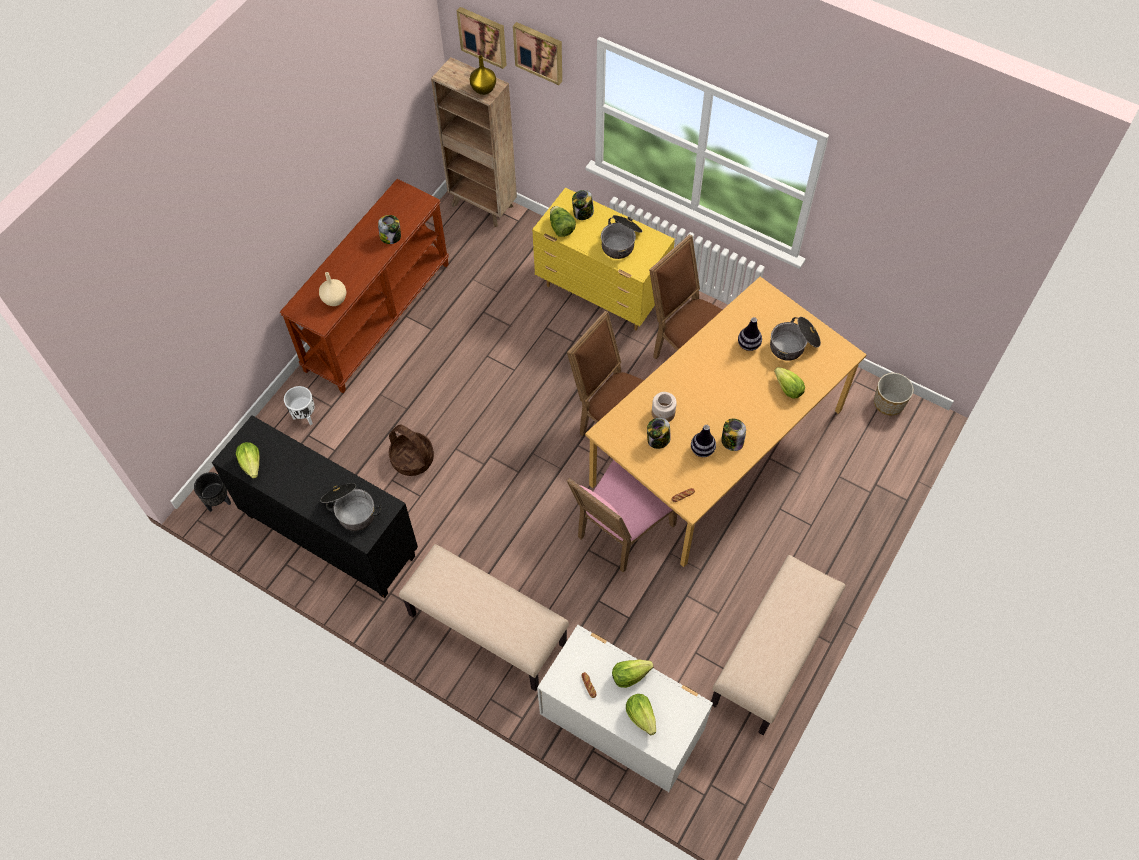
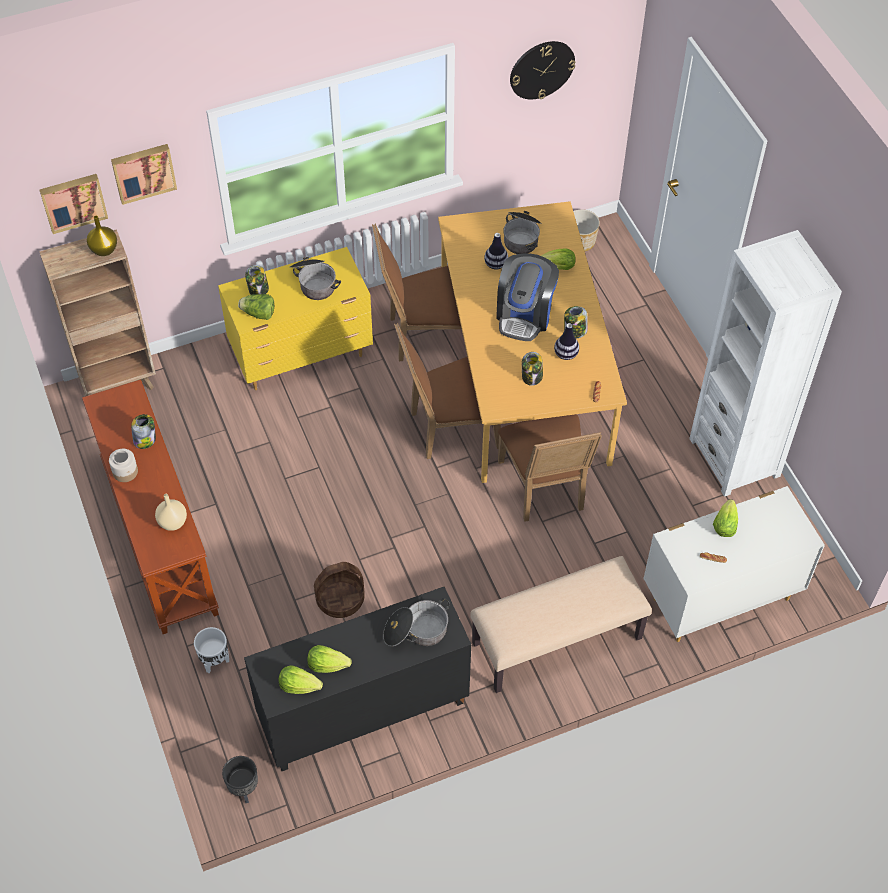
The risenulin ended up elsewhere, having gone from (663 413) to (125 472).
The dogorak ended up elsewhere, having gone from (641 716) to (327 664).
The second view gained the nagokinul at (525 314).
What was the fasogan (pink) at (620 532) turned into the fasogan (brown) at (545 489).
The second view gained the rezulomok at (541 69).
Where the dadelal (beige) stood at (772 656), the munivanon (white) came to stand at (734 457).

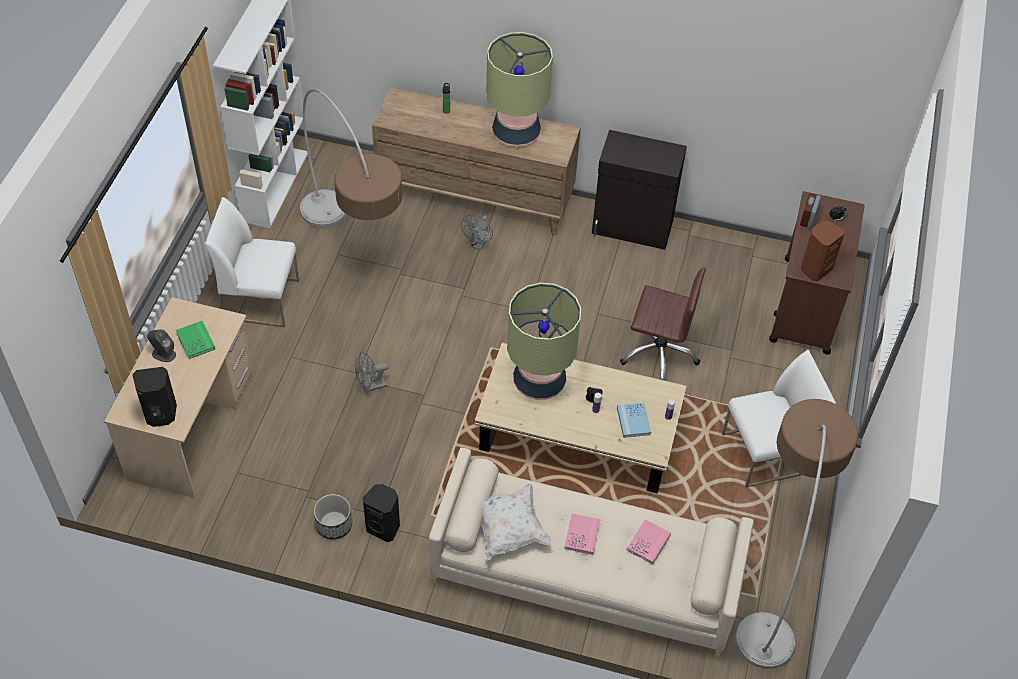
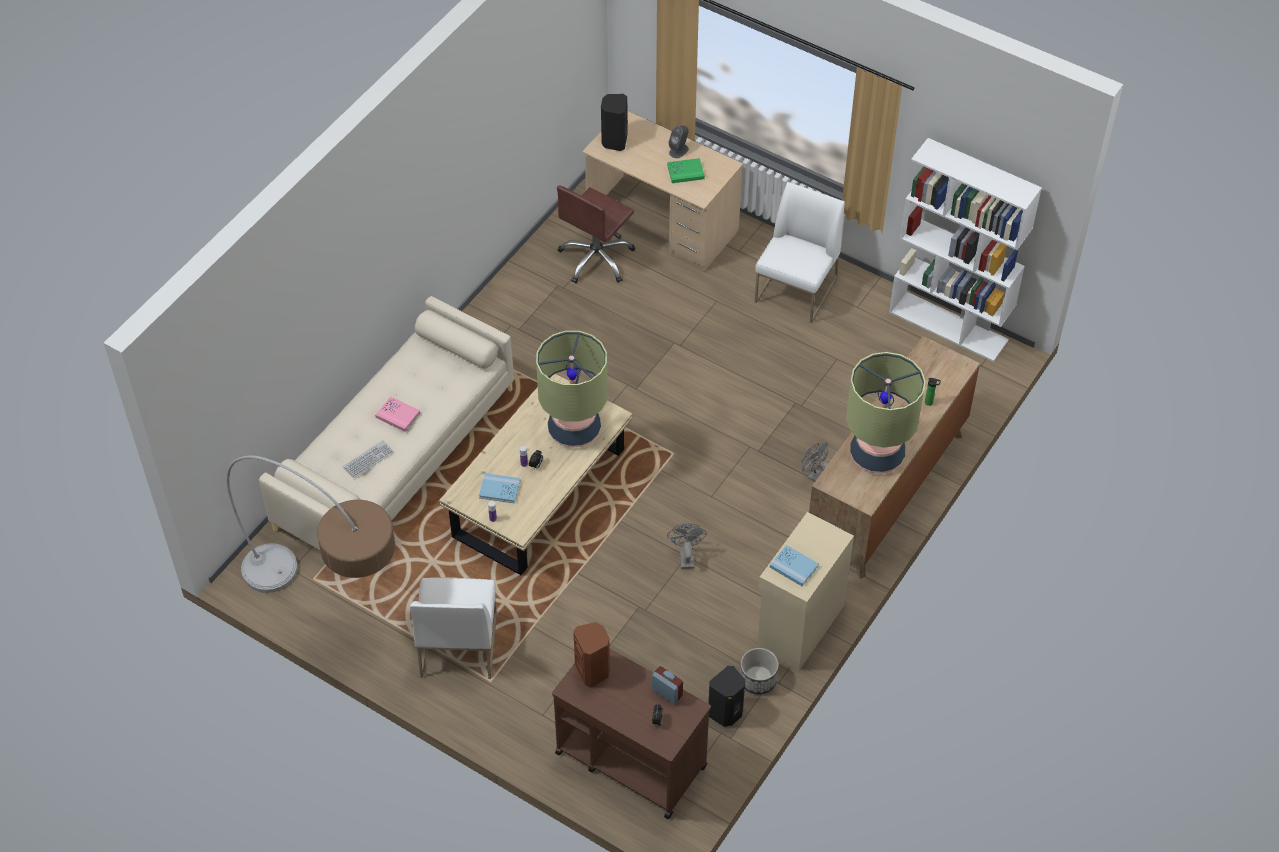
Where the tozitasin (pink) stood at (648 542), the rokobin came to stand at (368 460).
The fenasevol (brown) ended up elsewhere, having gone from (659 353) to (596 259).
The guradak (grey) ended up elsewhere, having gone from (371 386) to (686 556).
The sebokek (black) ended up elsewhere, having gone from (384 527) to (726 713).
The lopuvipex ended up elsewhere, having gone from (334 525) to (757 679).
What was the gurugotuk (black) at (632 228) turned into the gurugotuk (beige) at (798 626).
The second view gained the tozitasin (blue) at (793 567).
The second view lost the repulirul at (353 253).
The second view lost the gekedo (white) at (508 529).

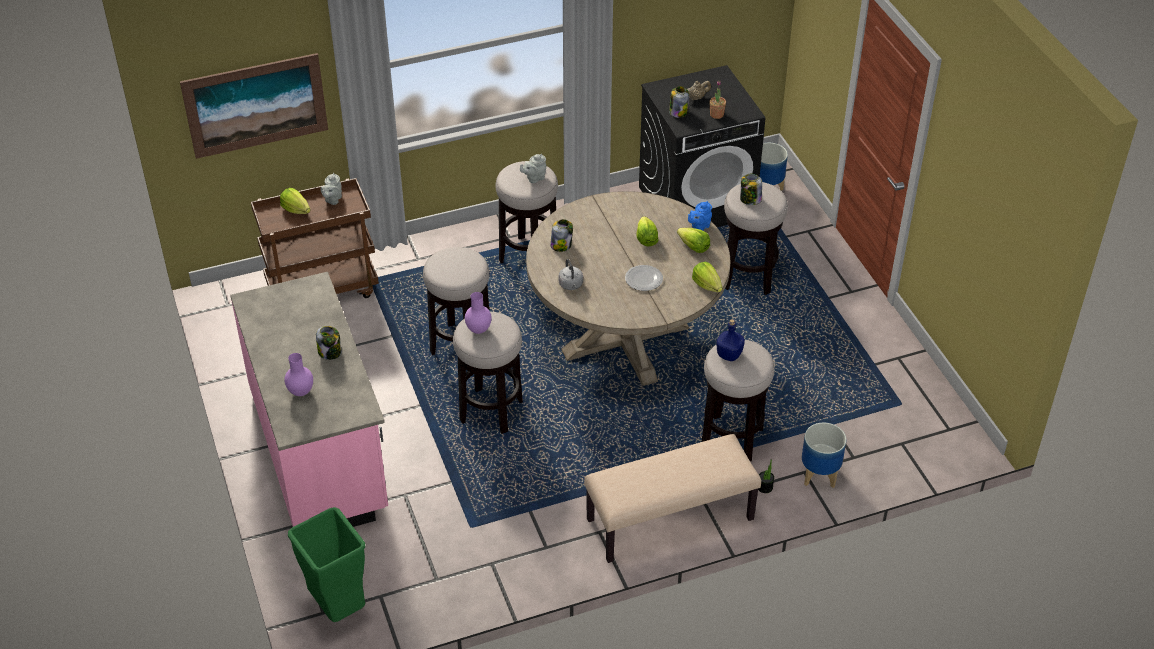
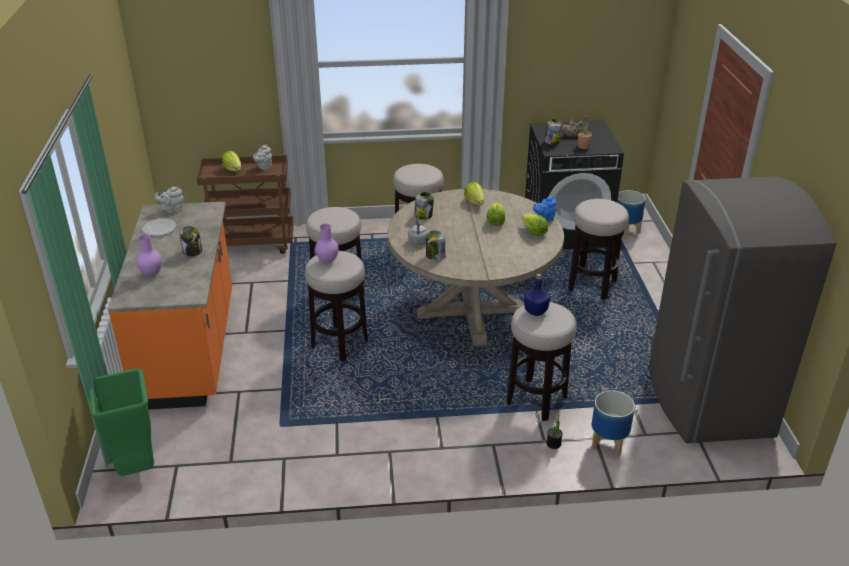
What was the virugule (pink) at (320 451) turned into the virugule (orange) at (190 348).
The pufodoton ended up elsewhere, having gone from (643 279) to (159 229).
The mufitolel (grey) ended up elsewhere, having gone from (534 178) to (173 210).
The risenulin ended up elsewhere, having gone from (750 199) to (435 256).
The dogorak ended up elsewhere, having gone from (707 285) to (475 202).
The second view gained the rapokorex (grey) at (707 402).
The second view lost the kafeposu at (255 105).
The second view lost the dadelal (beige) at (670 520).

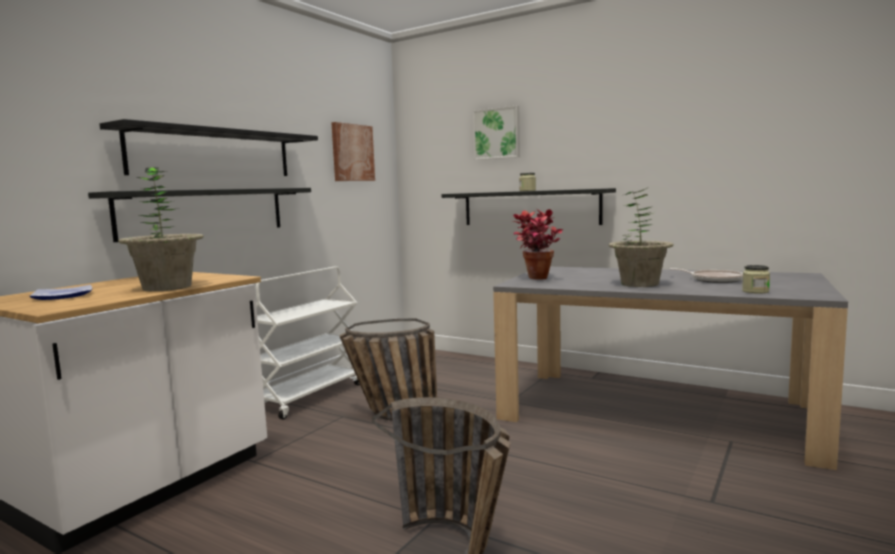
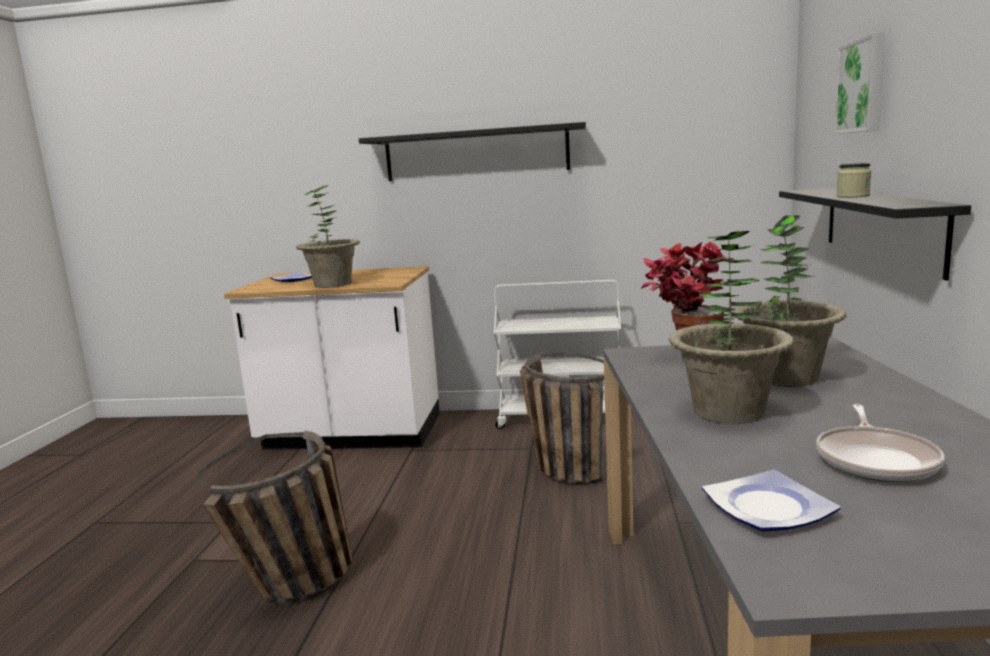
Where the risenulin stood at (755 291), the pufodoton came to stand at (768 507).
The second view gained the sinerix at (785 377).
The second view lost the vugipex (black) at (205 212).
The second view lost the kafeposu at (352 153).

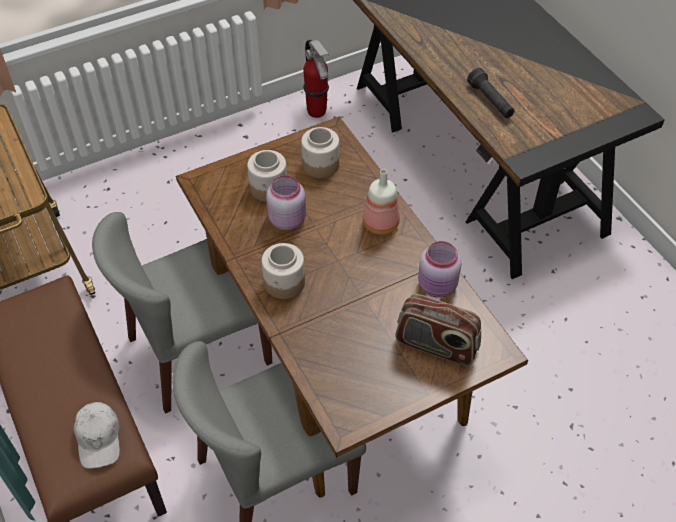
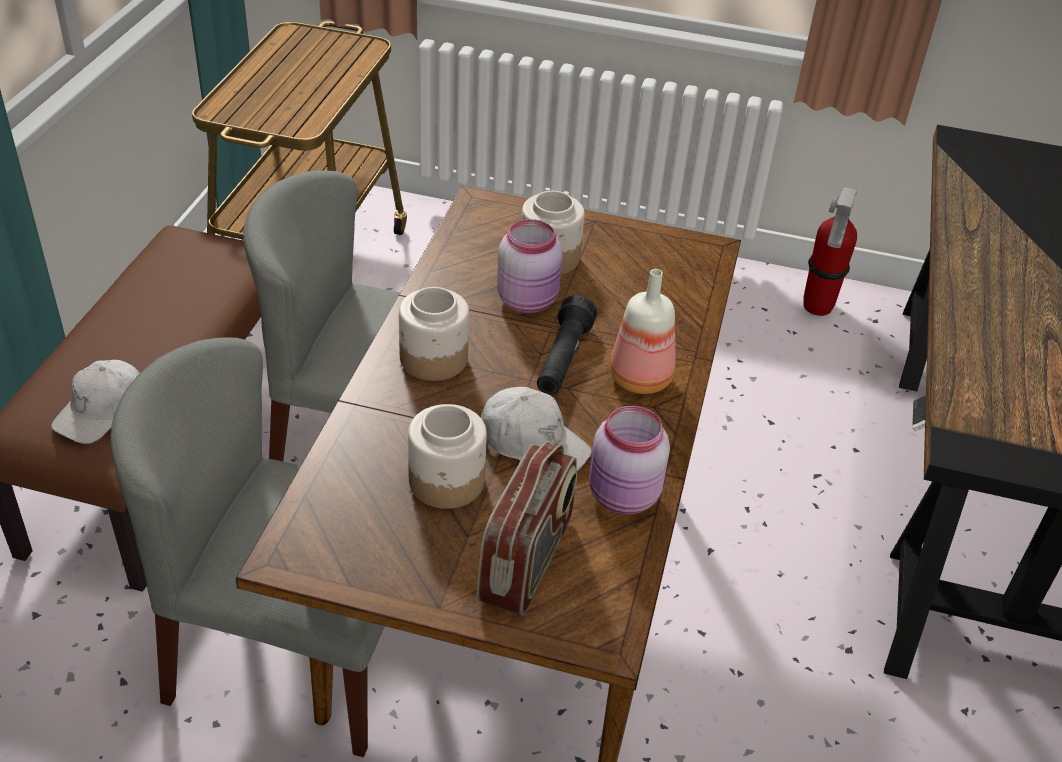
The risenulin ended up elsewhere, having gone from (321 165) to (447 482).
The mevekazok at (436 345) ended up facing another way, 135 degrees counterclockwise from before.
The second view gained the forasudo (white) at (533 444).
The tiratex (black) ended up elsewhere, having gone from (490 101) to (563 360).

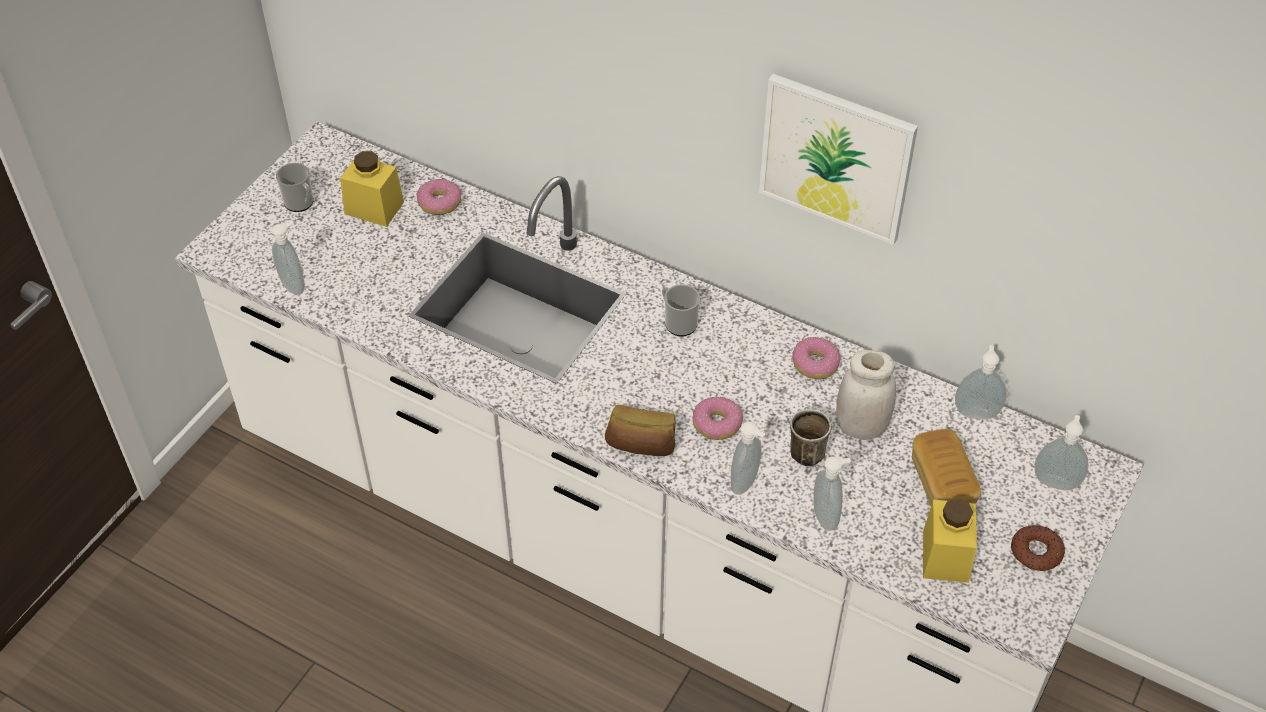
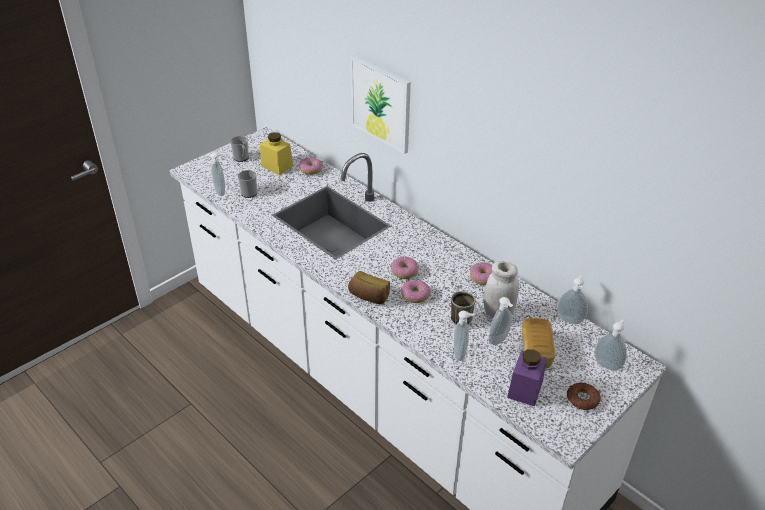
The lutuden ended up elsewhere, having gone from (678 322) to (248 192).
The kafeposu ended up elsewhere, having gone from (836 158) to (381 103).
The second view gained the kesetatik at (404 271).
The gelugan ended up elsewhere, having gone from (746 483) to (499 340).
What was the risenulin (yellow) at (945 556) turned into the risenulin (purple) at (525 389).

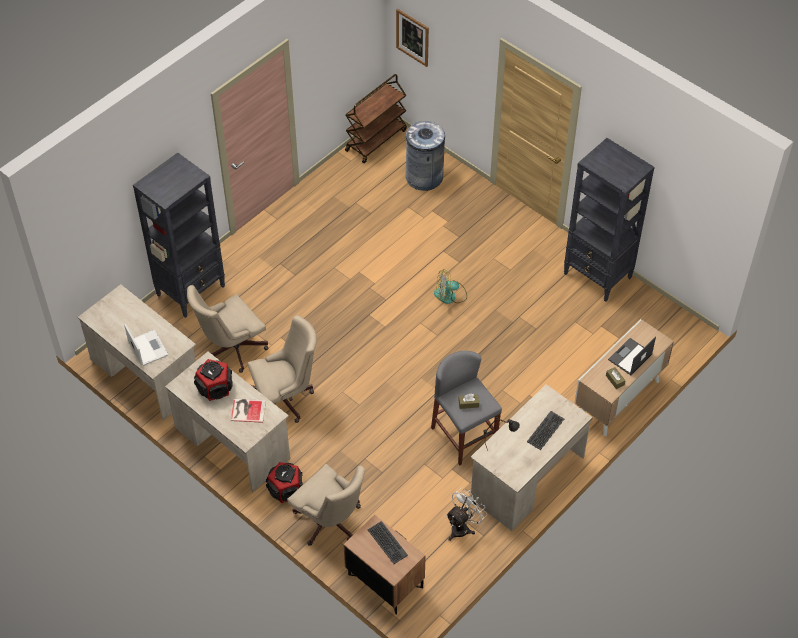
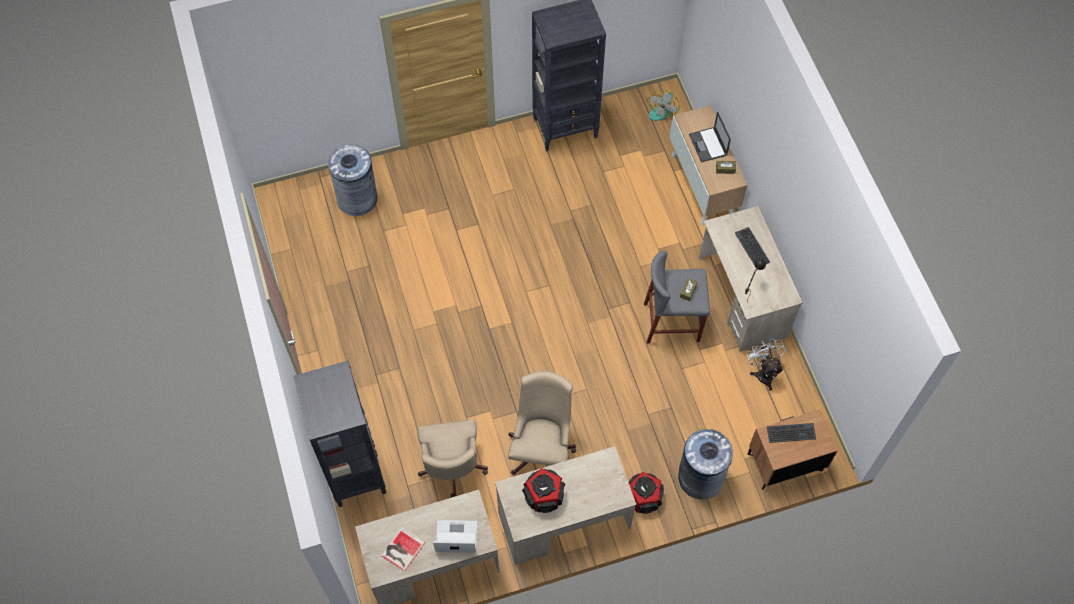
The tozitasin ended up elsewhere, having gone from (247 410) to (402 549).
The guradak ended up elsewhere, having gone from (450 295) to (661 109).
Where the fenasevol (beige) stood at (330 522), the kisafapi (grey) came to stand at (700 477).
The second view lost the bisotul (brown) at (376 140).
The second view lost the kafeposu at (412 37).

